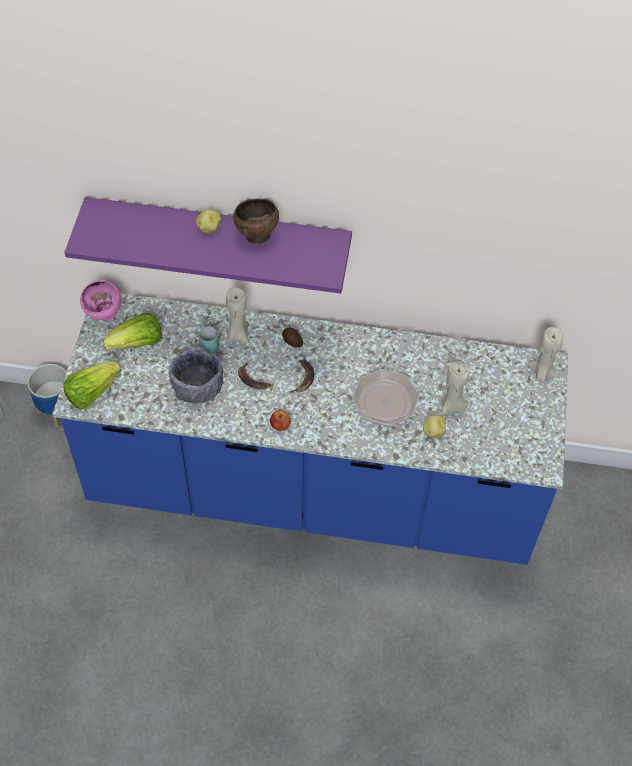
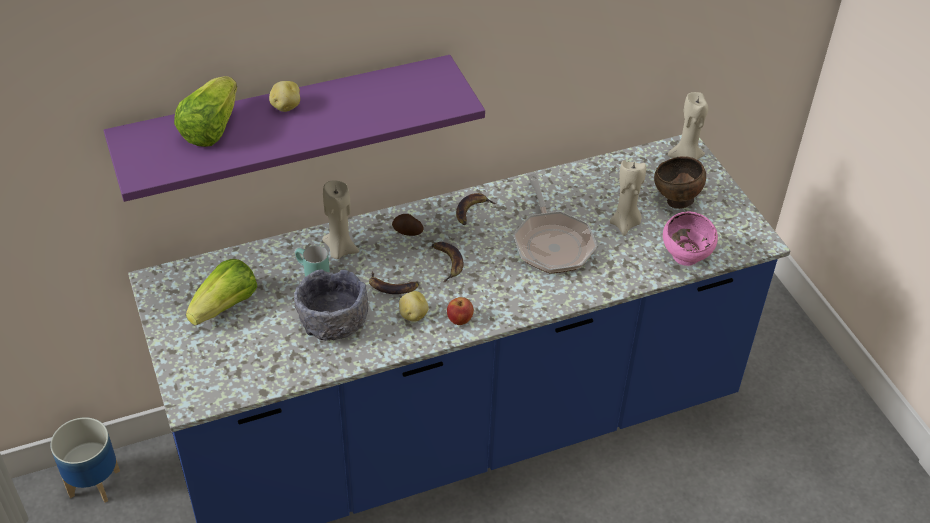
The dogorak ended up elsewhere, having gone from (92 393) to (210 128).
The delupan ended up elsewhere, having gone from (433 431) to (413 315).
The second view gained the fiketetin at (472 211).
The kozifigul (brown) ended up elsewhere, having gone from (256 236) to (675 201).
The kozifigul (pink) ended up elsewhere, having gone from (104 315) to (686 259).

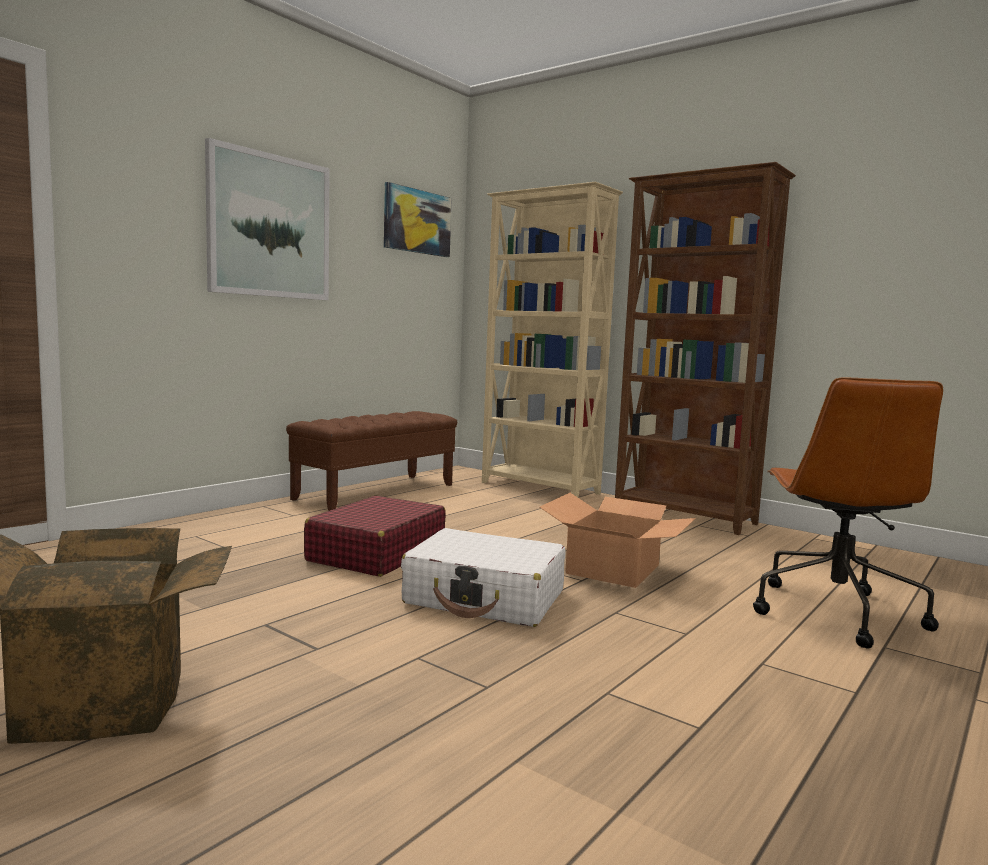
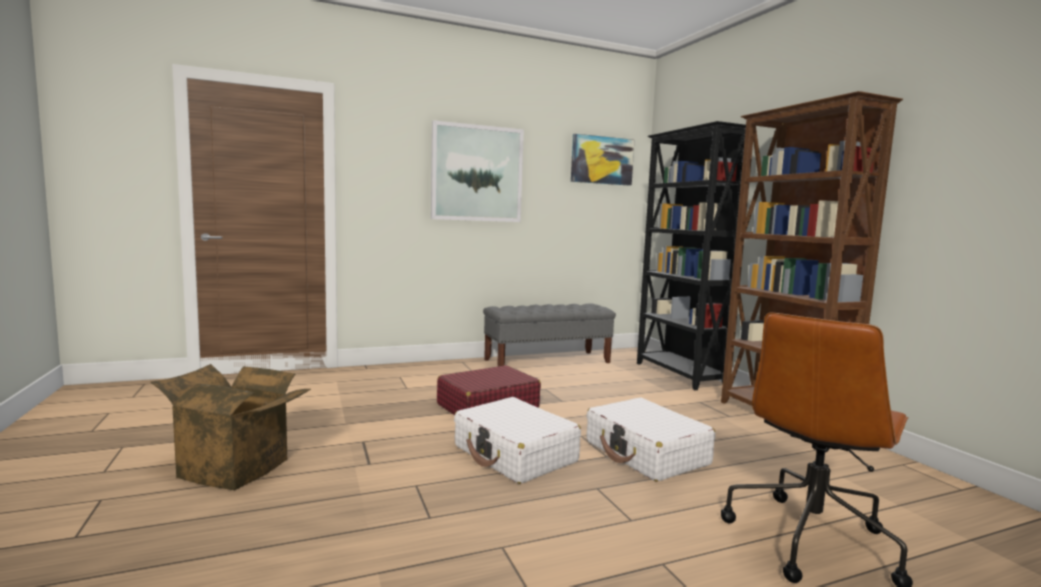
What was the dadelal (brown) at (376 491) turned into the dadelal (grey) at (547 361).
Where the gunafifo stood at (614 569), the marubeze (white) came to stand at (646 453).
What was the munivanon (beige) at (540 488) turned into the munivanon (black) at (679 375).

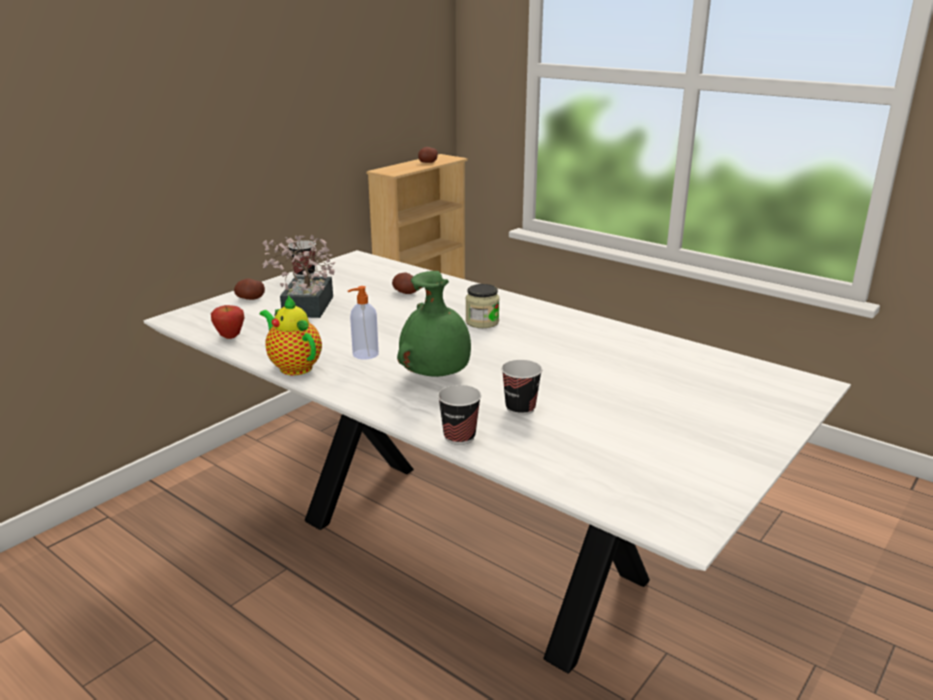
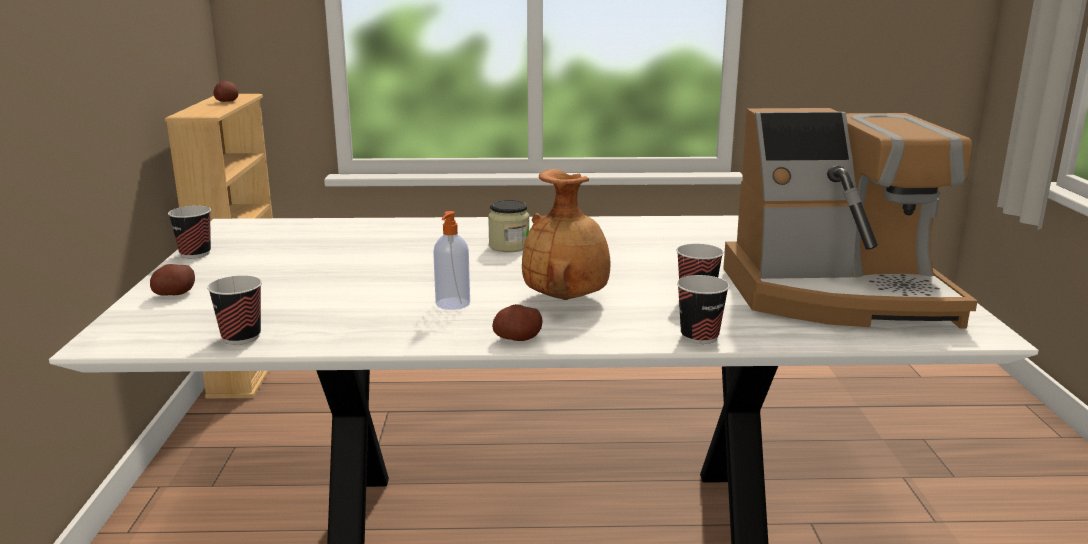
Where the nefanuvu stood at (230 337), the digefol came to stand at (241 337).
The delupan ended up elsewhere, having gone from (406 292) to (518 339).
What was the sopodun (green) at (436 375) turned into the sopodun (brown) at (567 299).
The second view gained the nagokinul at (838 294).
The second view lost the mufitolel at (293 366).
The second view lost the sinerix at (305 309).

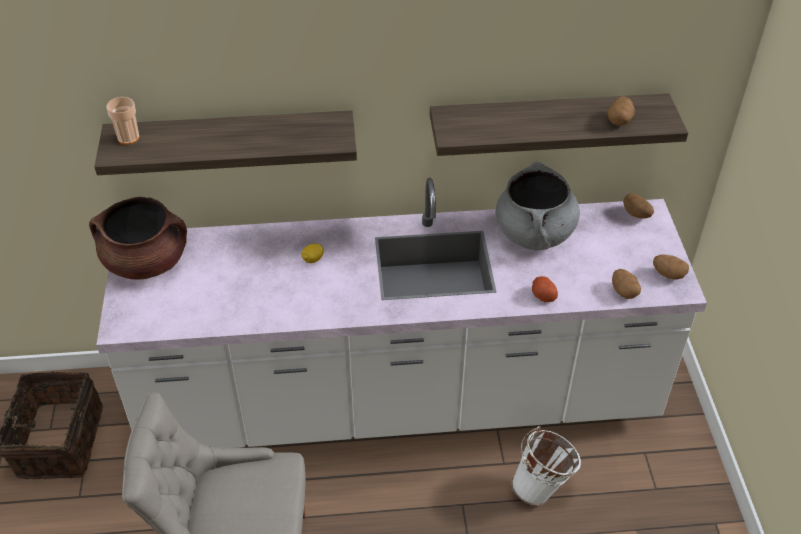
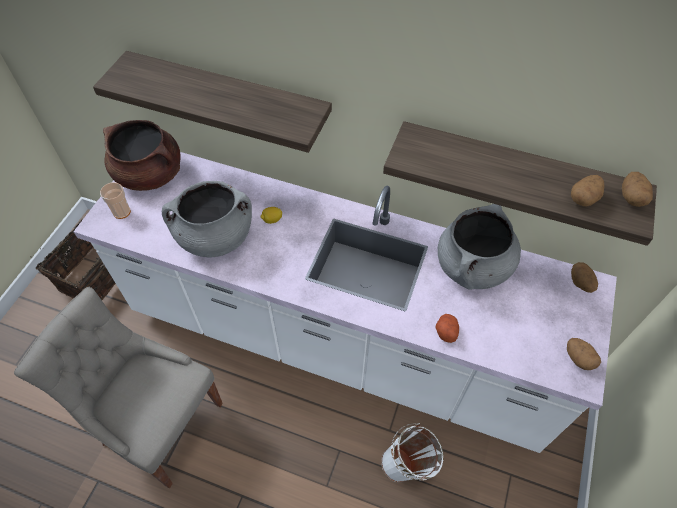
The digefol ended up elsewhere, having gone from (128 138) to (122 212).
The second view gained the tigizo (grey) at (215 237).
The delupan ended up elsewhere, having gone from (624 291) to (631 197).

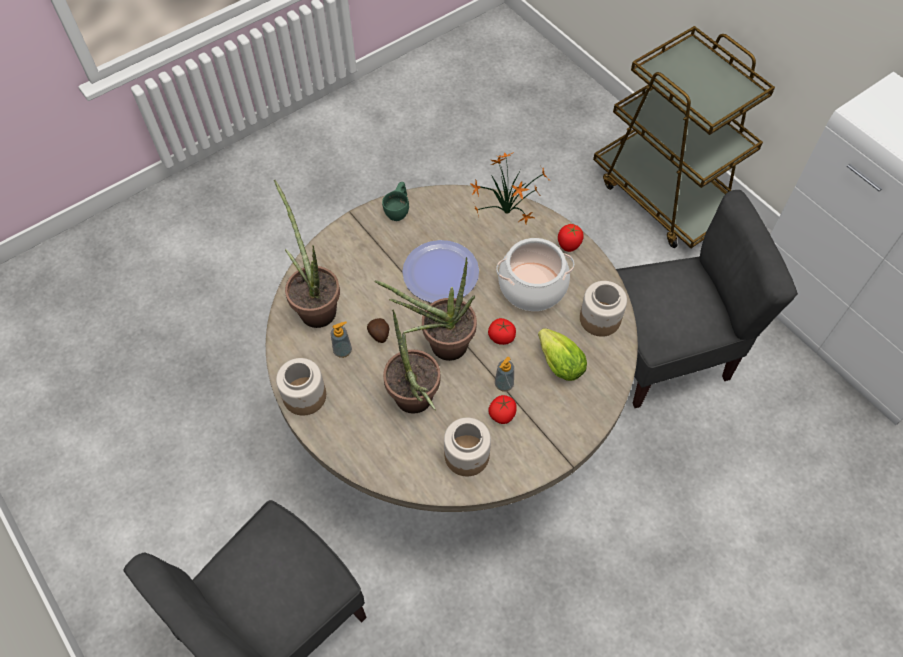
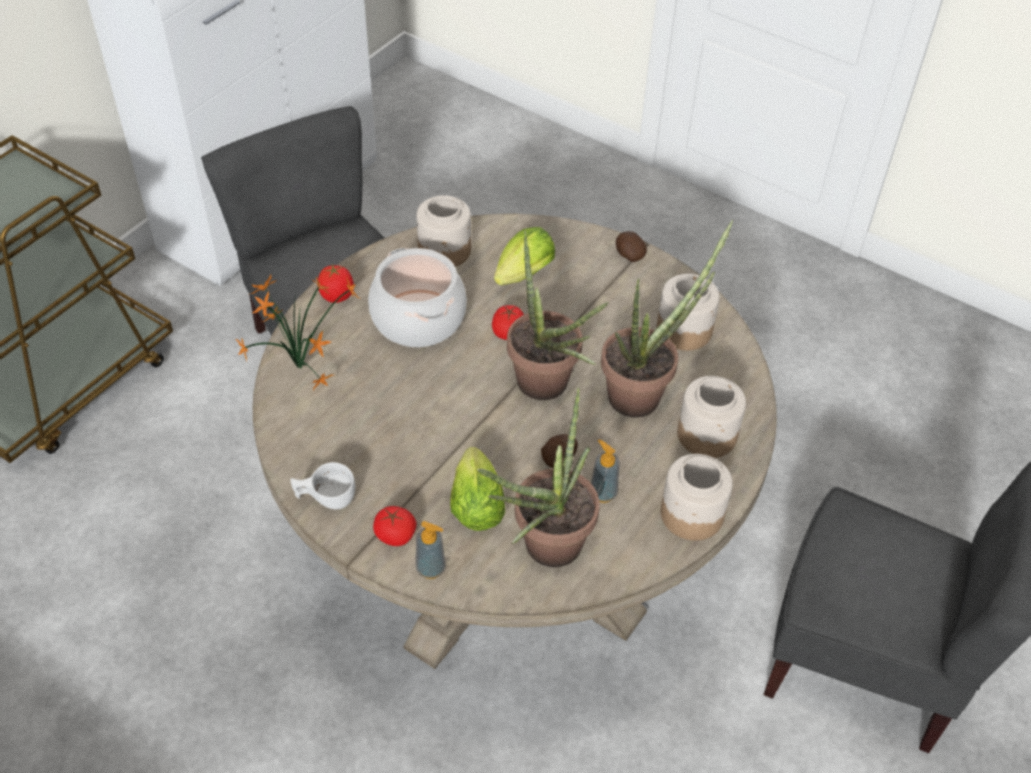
What was the digefol (green) at (399 209) turned into the digefol (white) at (325 498).
The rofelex ended up elsewhere, having gone from (502 414) to (395 535).
The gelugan ended up elsewhere, having gone from (504 384) to (431 568).
The second view gained the dogorak at (476 502).
The second view gained the delupan at (628 255).
The second view gained the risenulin at (707 434).
The second view lost the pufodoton at (441 273).

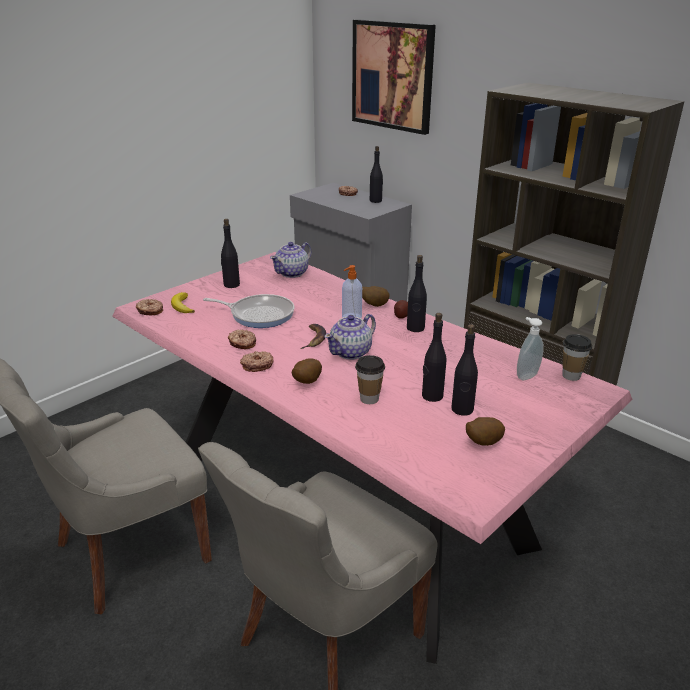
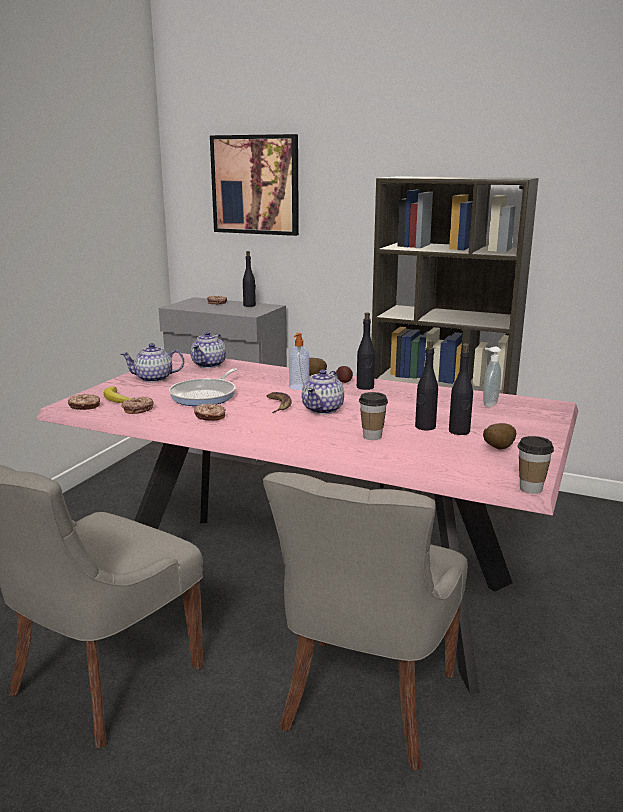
Where the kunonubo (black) stood at (231 285), the mufitolel came to stand at (154 379).
The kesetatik ended up elsewhere, having gone from (257 365) to (138 409).
The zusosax at (259 314) ended up facing another way, 120 degrees clockwise from before.
The digefol ended up elsewhere, having gone from (571 376) to (530 488).
The second view lost the delupan at (306 382).

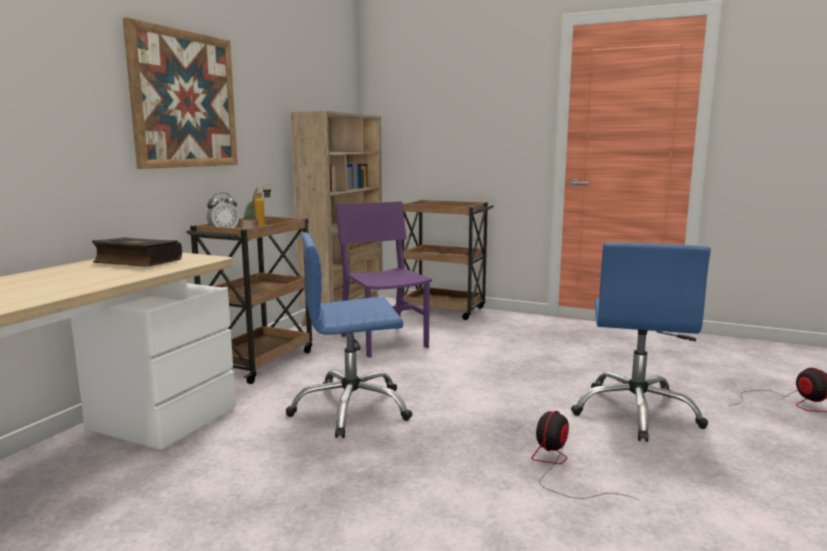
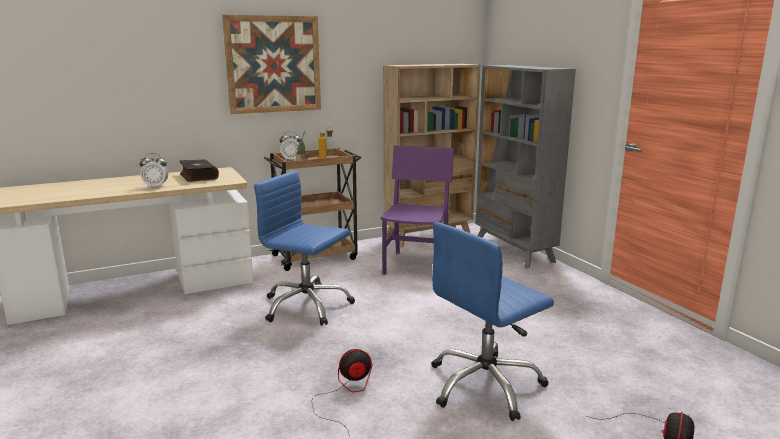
The second view gained the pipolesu at (156 186).
Where the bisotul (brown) stood at (443 310), the munivanon (grey) came to stand at (513 251).

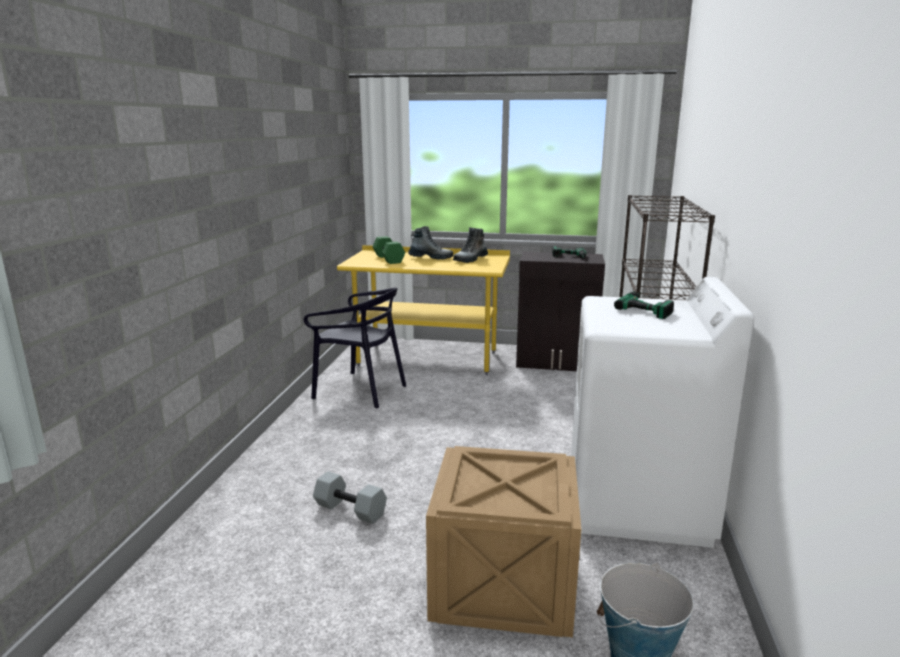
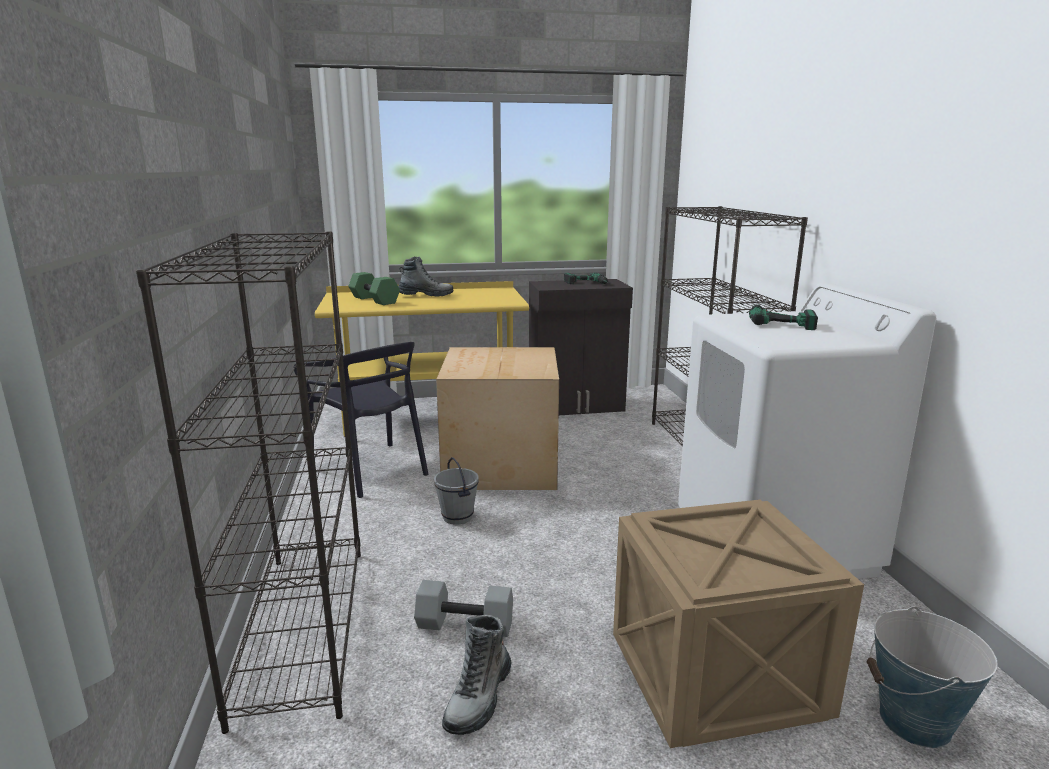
The second view gained the munivanon (black) at (303 626).
The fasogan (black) at (360 390) ended up facing another way, 45 degrees clockwise from before.
The second view gained the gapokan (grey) at (458 517).
The second view gained the gunafifo at (499 465).
The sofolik ended up elsewhere, having gone from (470 259) to (479 697).

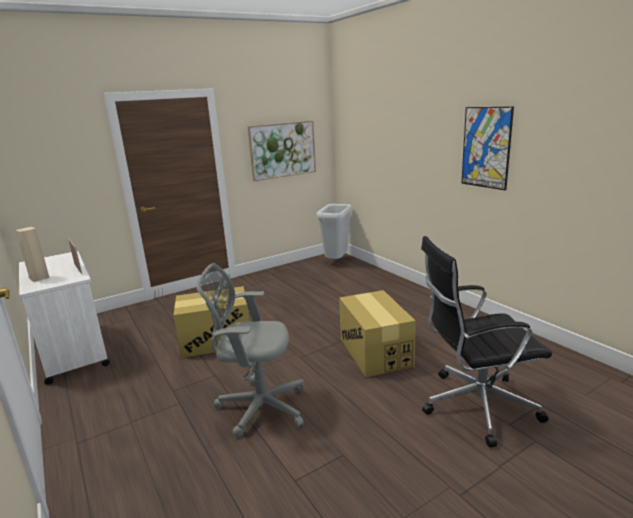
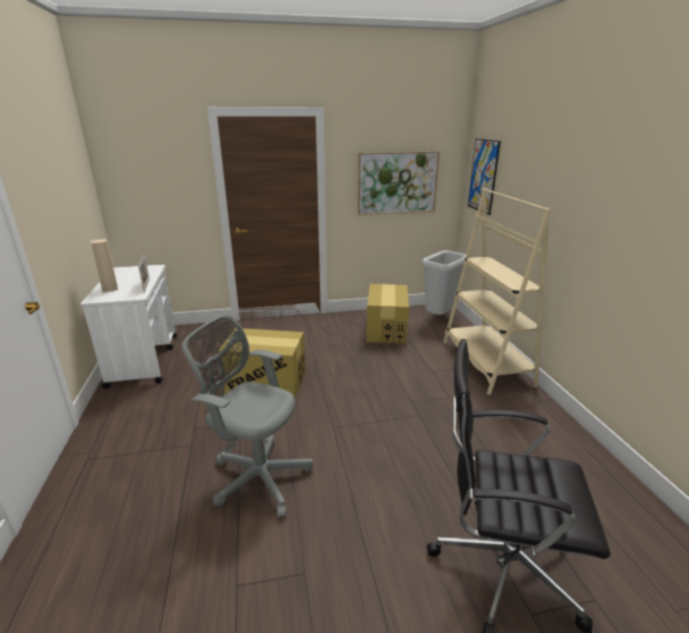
The gunafifo ended up elsewhere, having gone from (375 352) to (386 329).
The second view gained the munivanon (beige) at (486 363).
The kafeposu ended up elsewhere, having gone from (486 147) to (483 176).

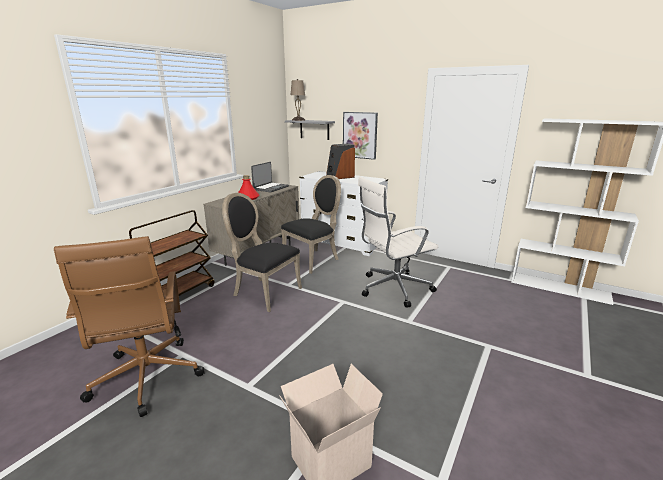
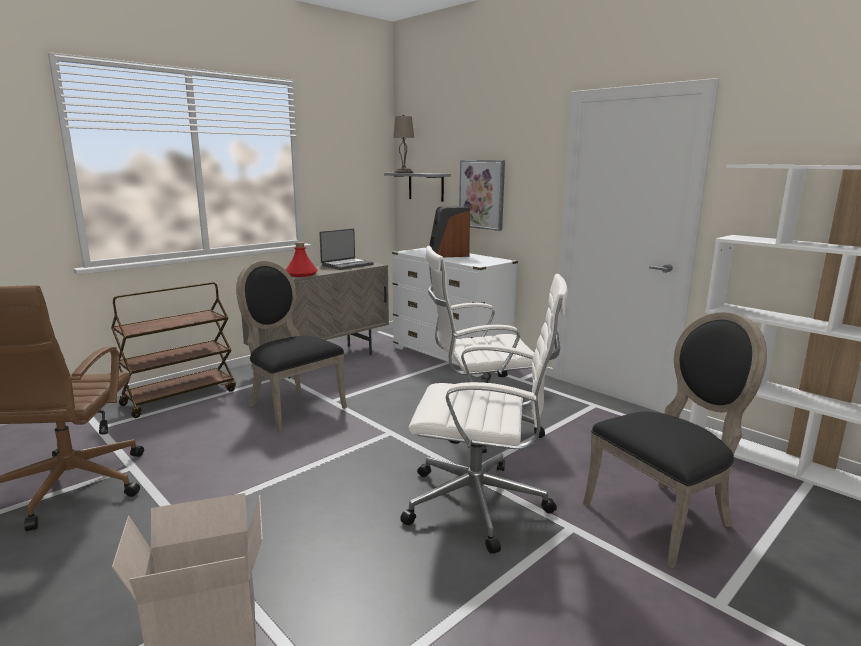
The second view gained the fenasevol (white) at (481 504).
The fasogan (black) ended up elsewhere, having gone from (313 259) to (664 516).

